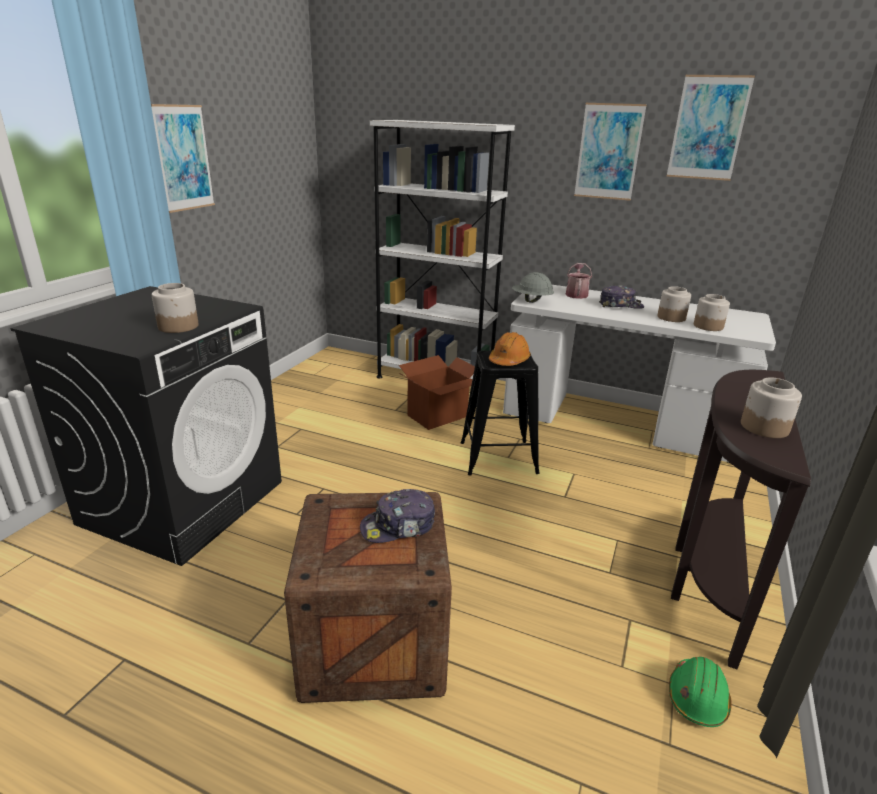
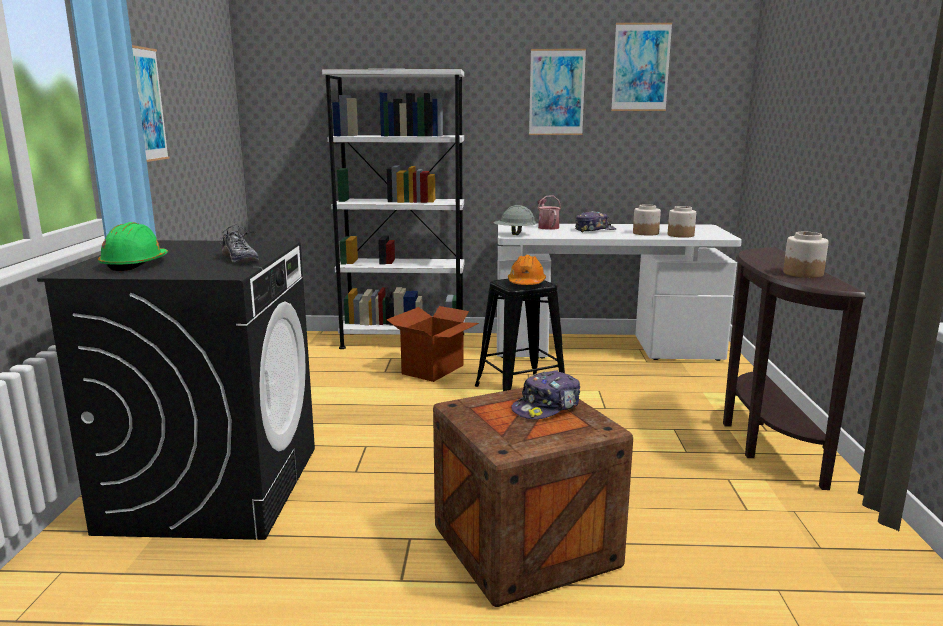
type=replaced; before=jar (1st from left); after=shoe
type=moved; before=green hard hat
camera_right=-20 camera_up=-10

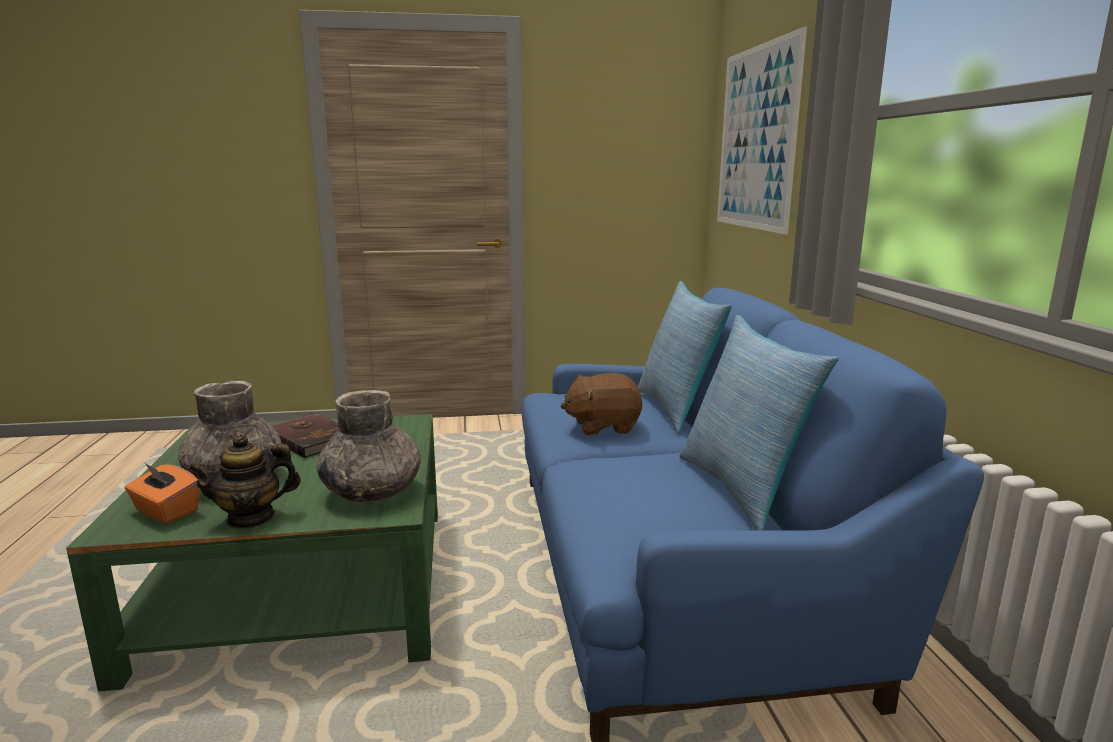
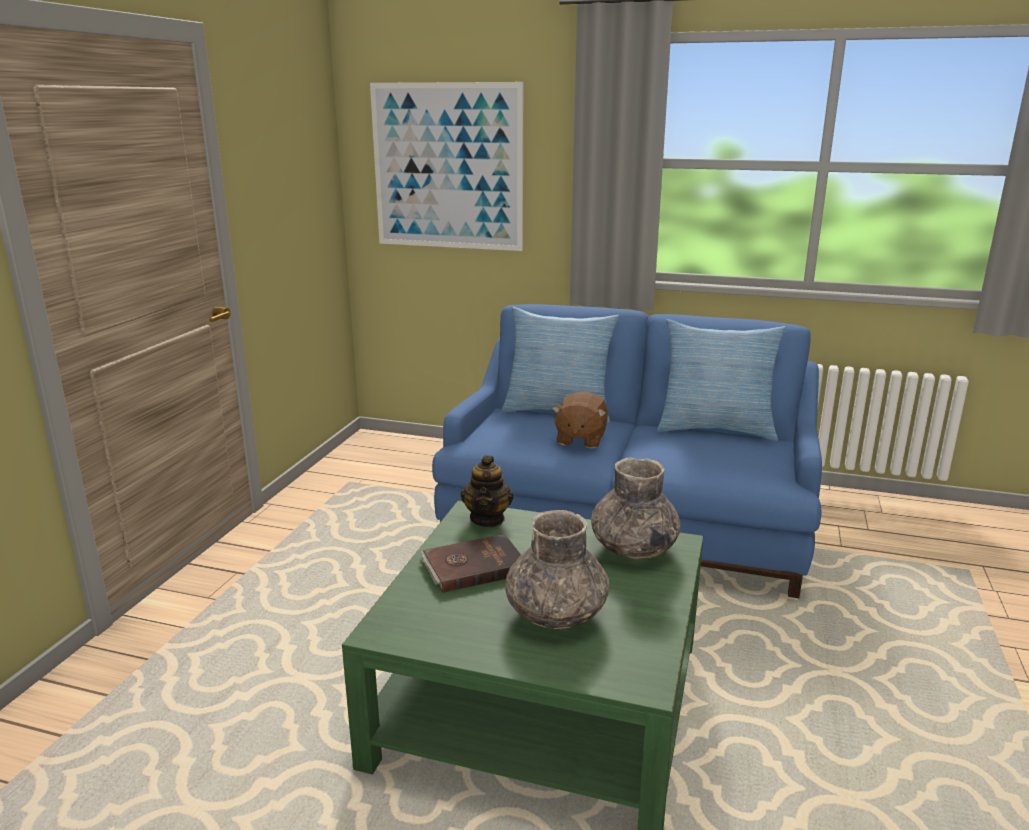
type=moved; before=teapot
type=removed; before=orange tissue box
camera_right=-65 camera_up=5

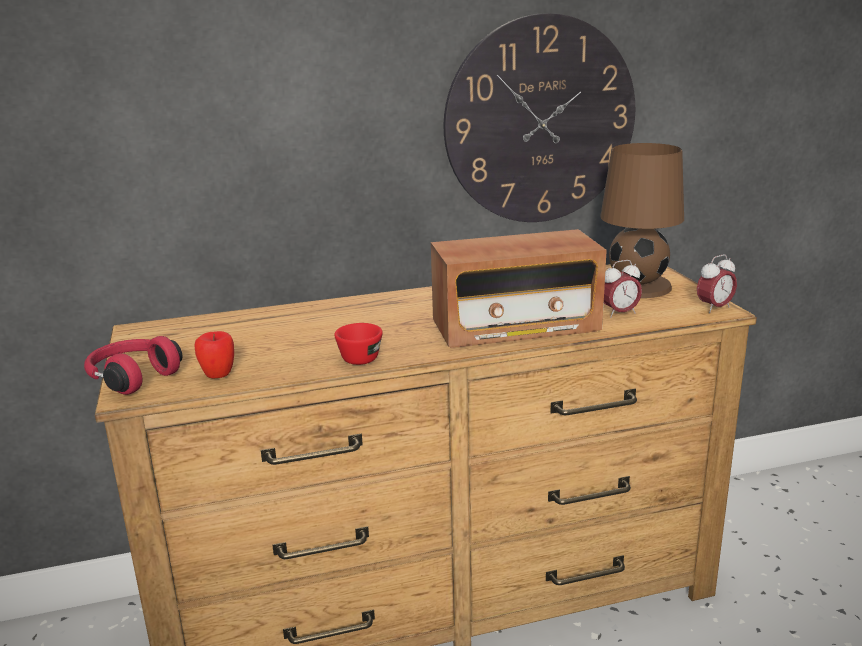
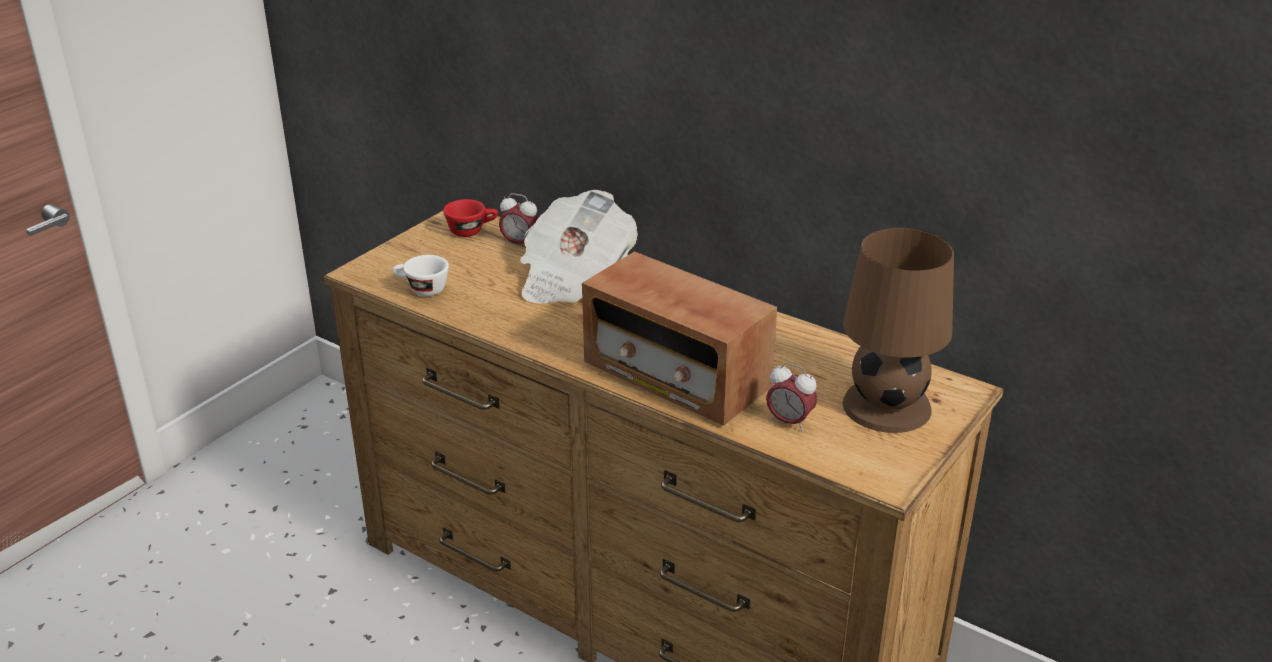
type=removed; before=wall clock
type=moved; before=alarm clock (2nd from left in the first image); after=alarm clock (1st from left)
type=moved; before=red cup
type=replaced; before=apple; after=white cup
type=removed; before=red headphones
type=added; after=newspaper
camera_right=50 camera_up=10

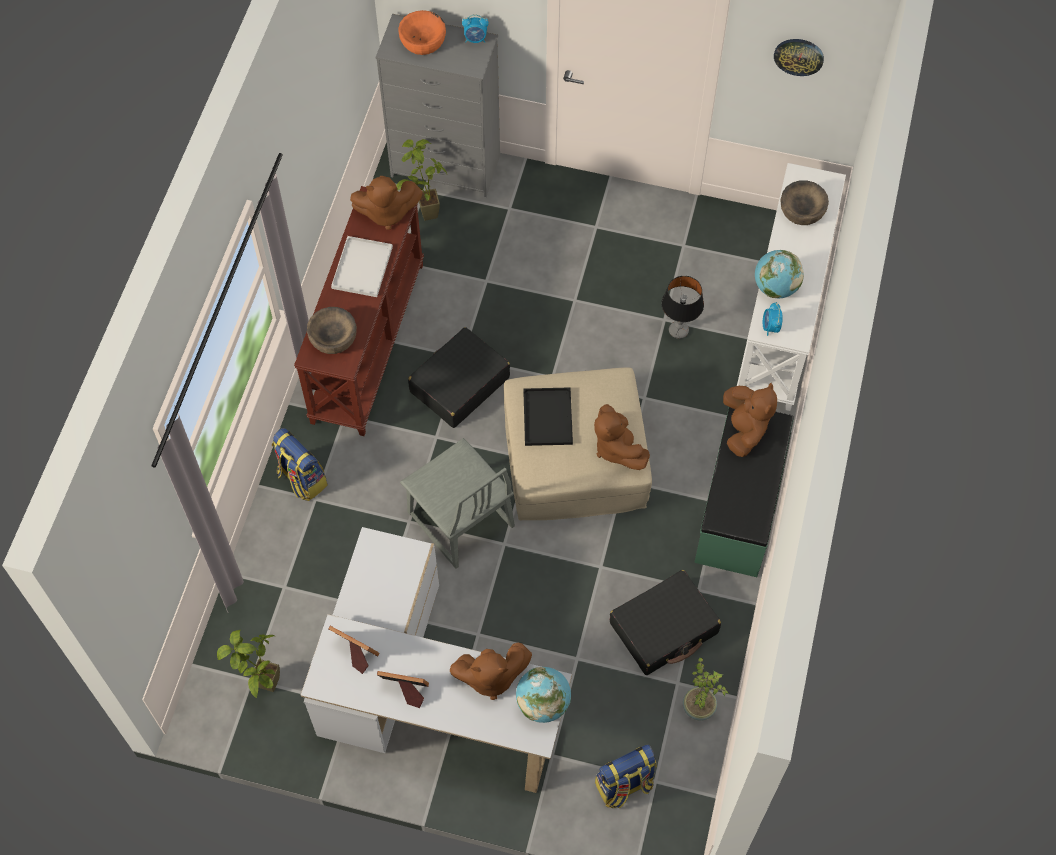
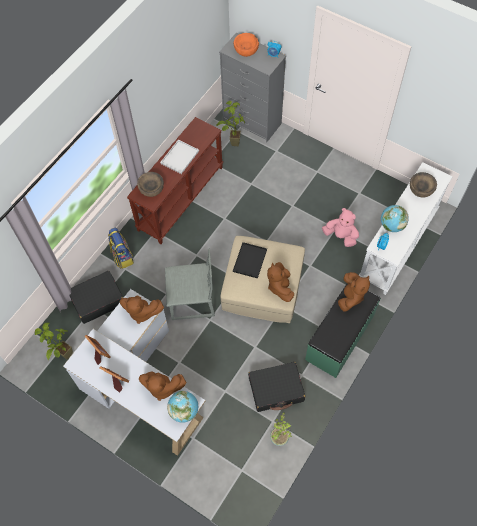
type=removed; before=wall clock
type=moved; before=brown plush toy (1st from left)
type=replaced; before=table lamp; after=pink plush toy
type=moved; before=black suitcase (1st from left)
type=turned; before=grey chair; turn=-75
type=removed; before=backpack (2nd from left)
camera_right=20 camera_up=0

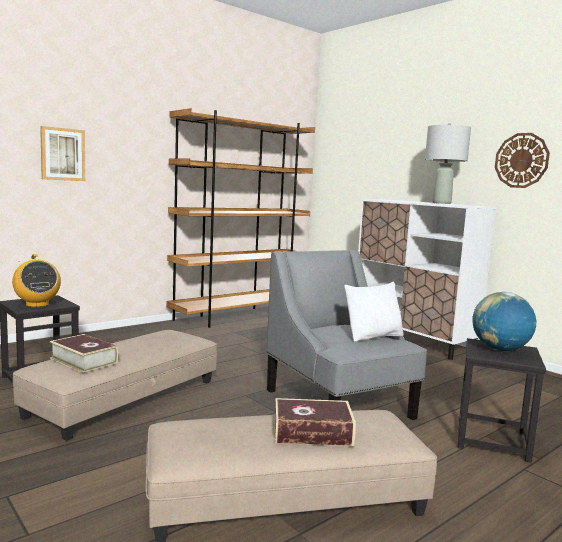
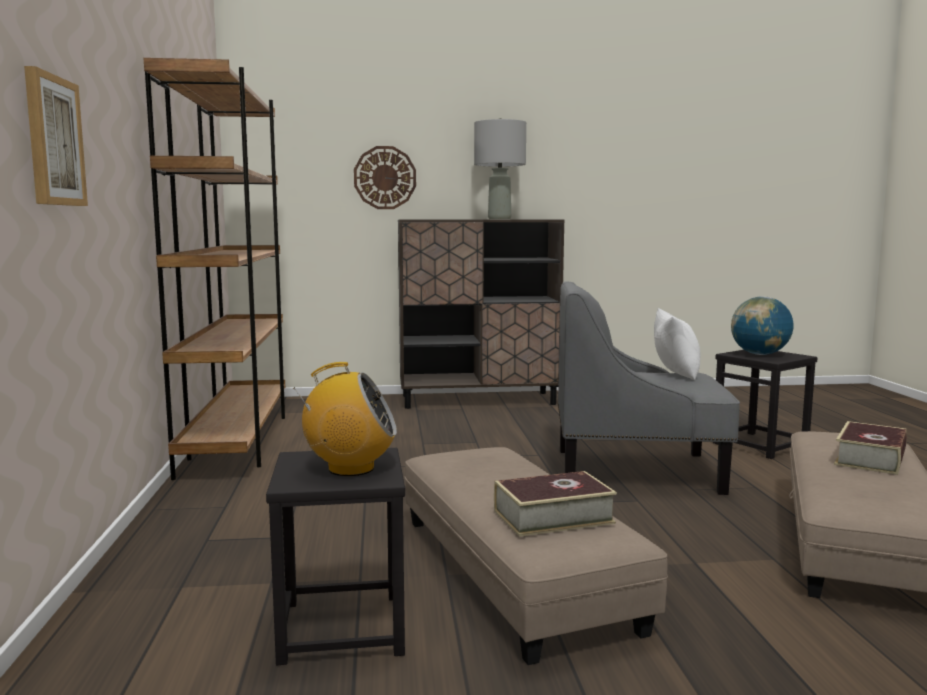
type=moved; before=wall clock
type=recoloured; before=white cabinet; after=brown cabinet
camera_right=-55 camera_up=0

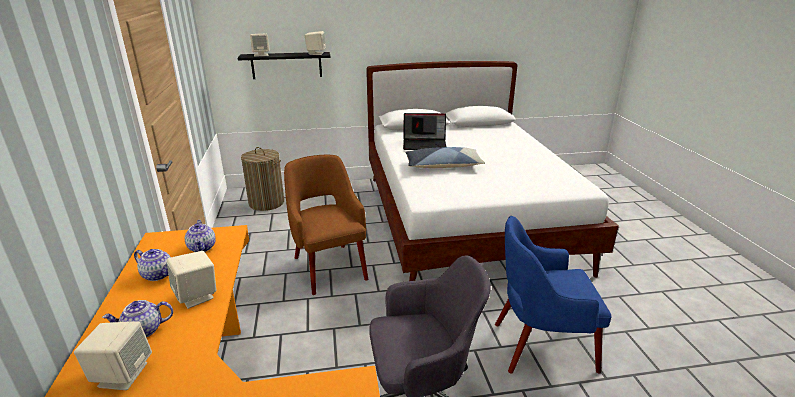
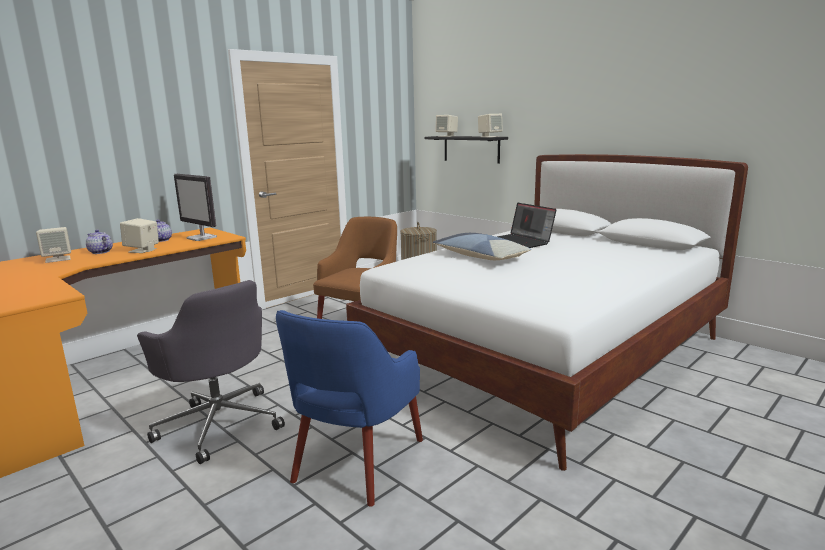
type=turned; before=blue armchair; turn=-120
type=replaced; before=teapot (3rd from left); after=monitor
camera_right=55 camera_up=-10

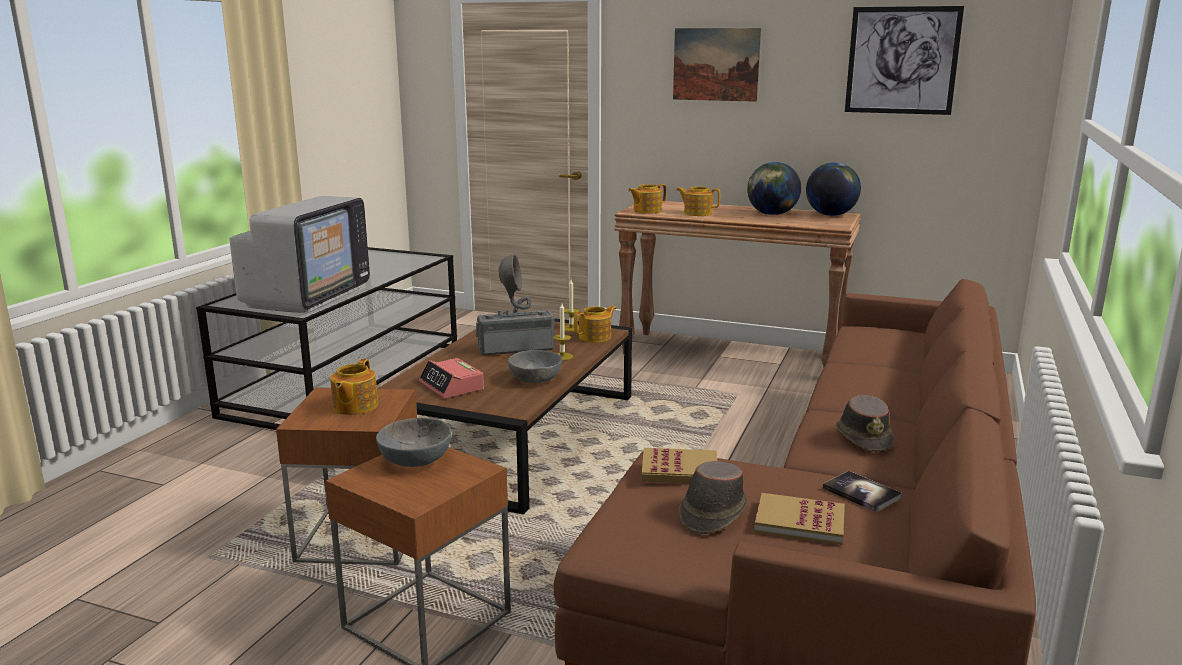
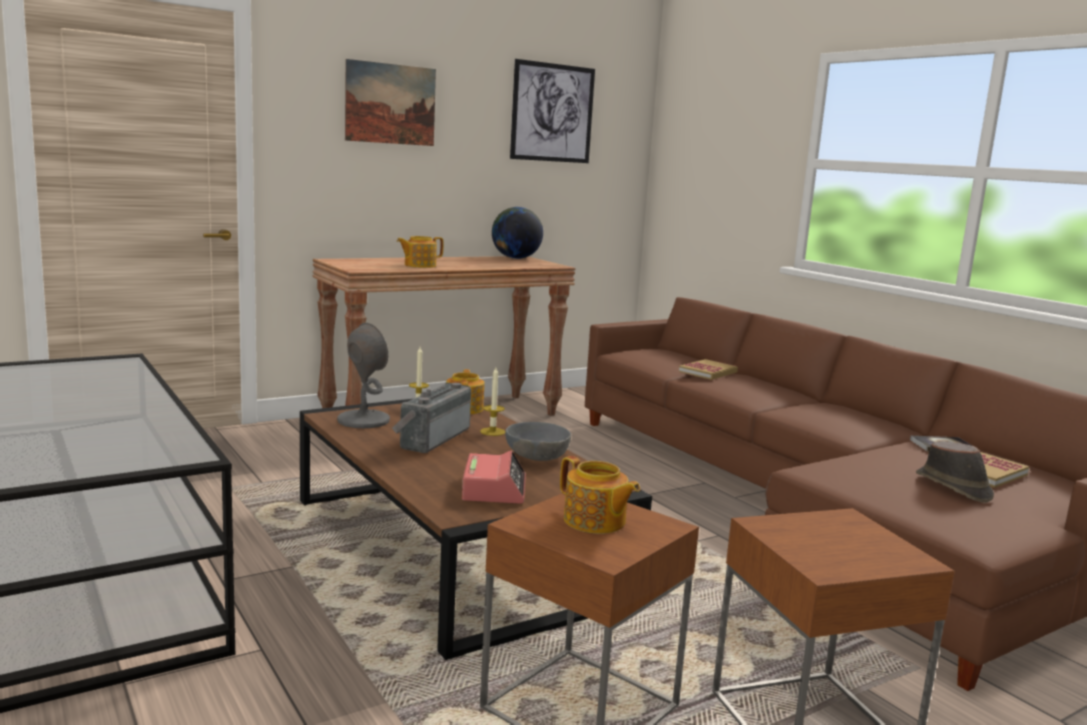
type=removed; before=globe (1st from left)
type=removed; before=teapot (3rd from left)
type=removed; before=television
type=turned; before=alarm clock; turn=-90
type=removed; before=brown hat (2nd from left)
type=removed; before=grey bowl (1st from left)
type=moved; before=book (1st from left)
camera_right=-55 camera_up=-5

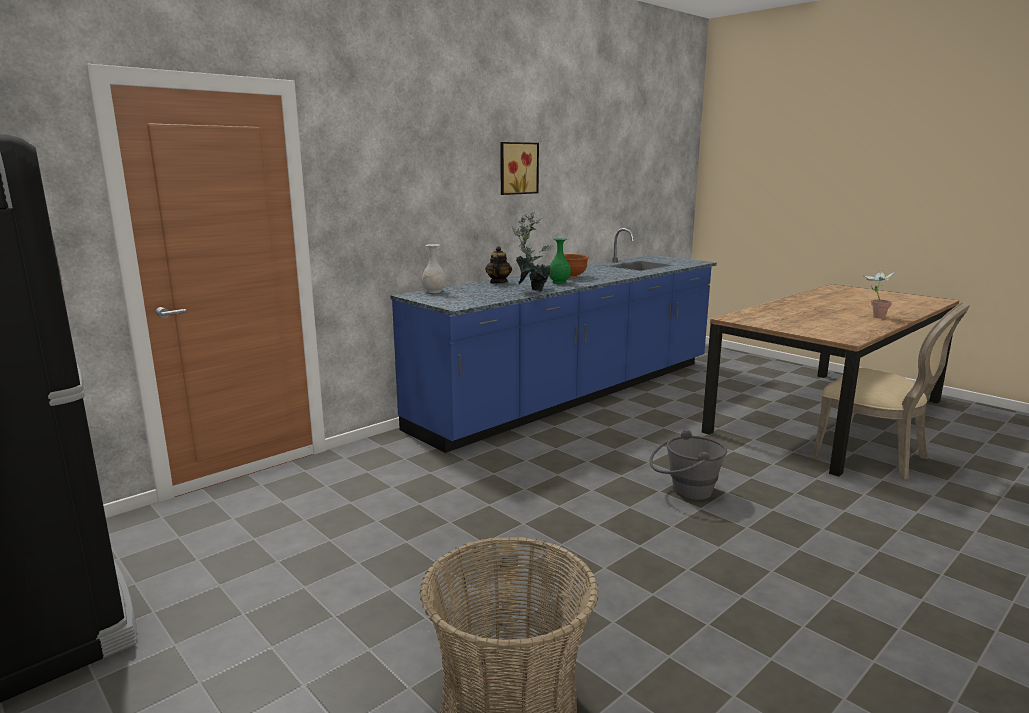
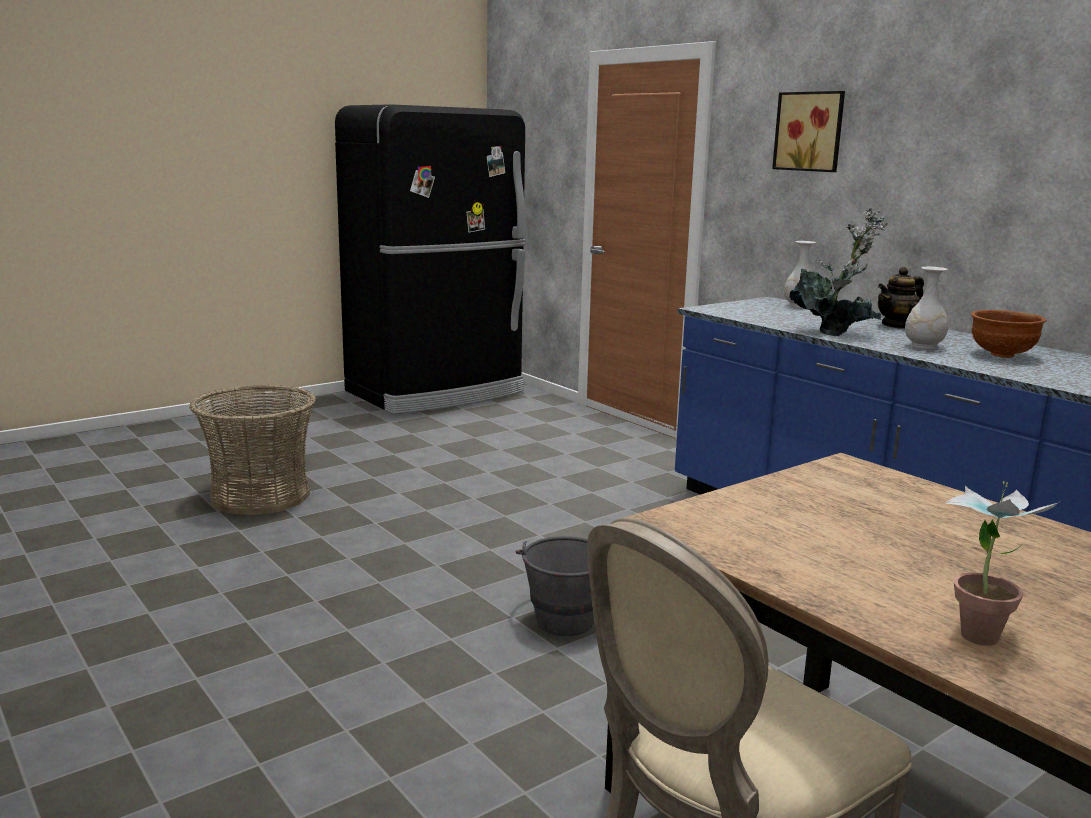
type=moved; before=picture
type=recoloured; before=green vase; after=white vase (2nd from left)
type=turned; before=teapot; turn=135
camera_right=95 camera_up=0

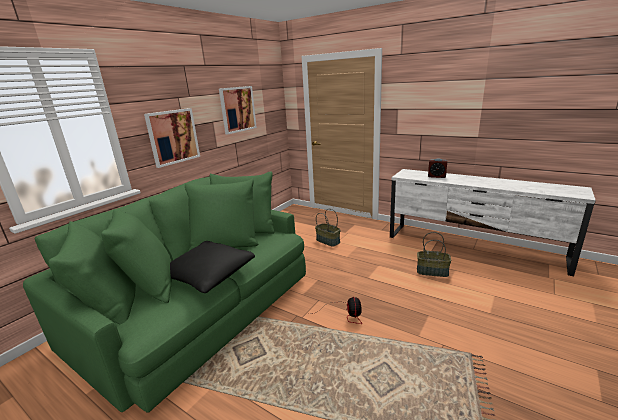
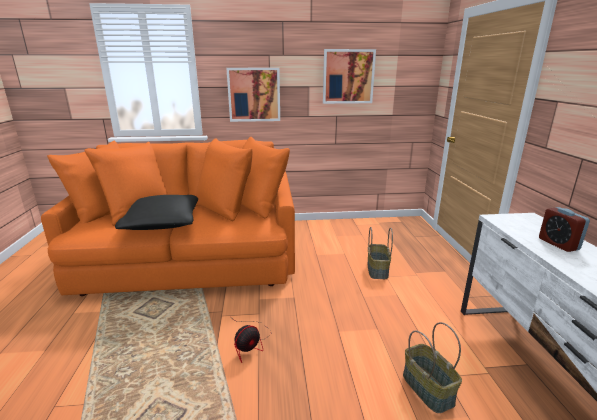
type=recoloured; before=green sofa; after=orange sofa
camera_right=50 camera_up=0

